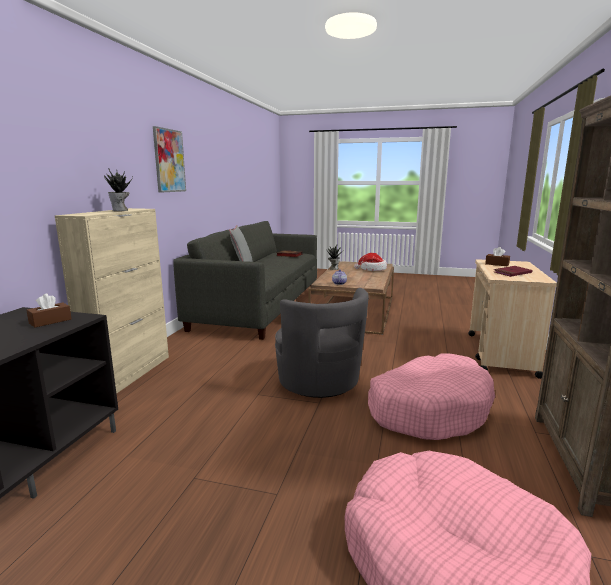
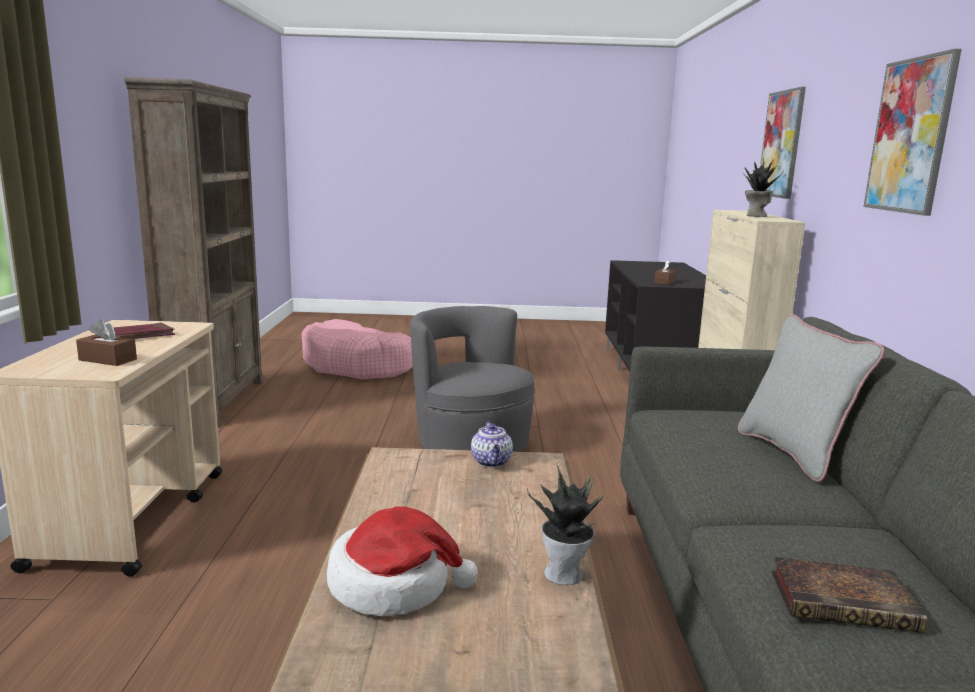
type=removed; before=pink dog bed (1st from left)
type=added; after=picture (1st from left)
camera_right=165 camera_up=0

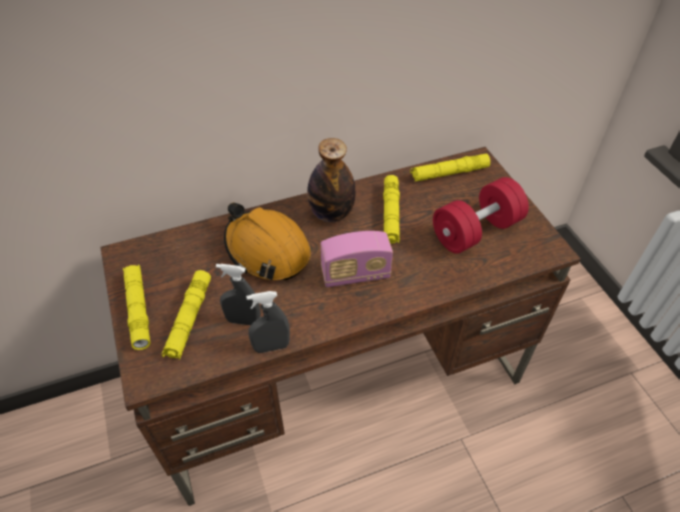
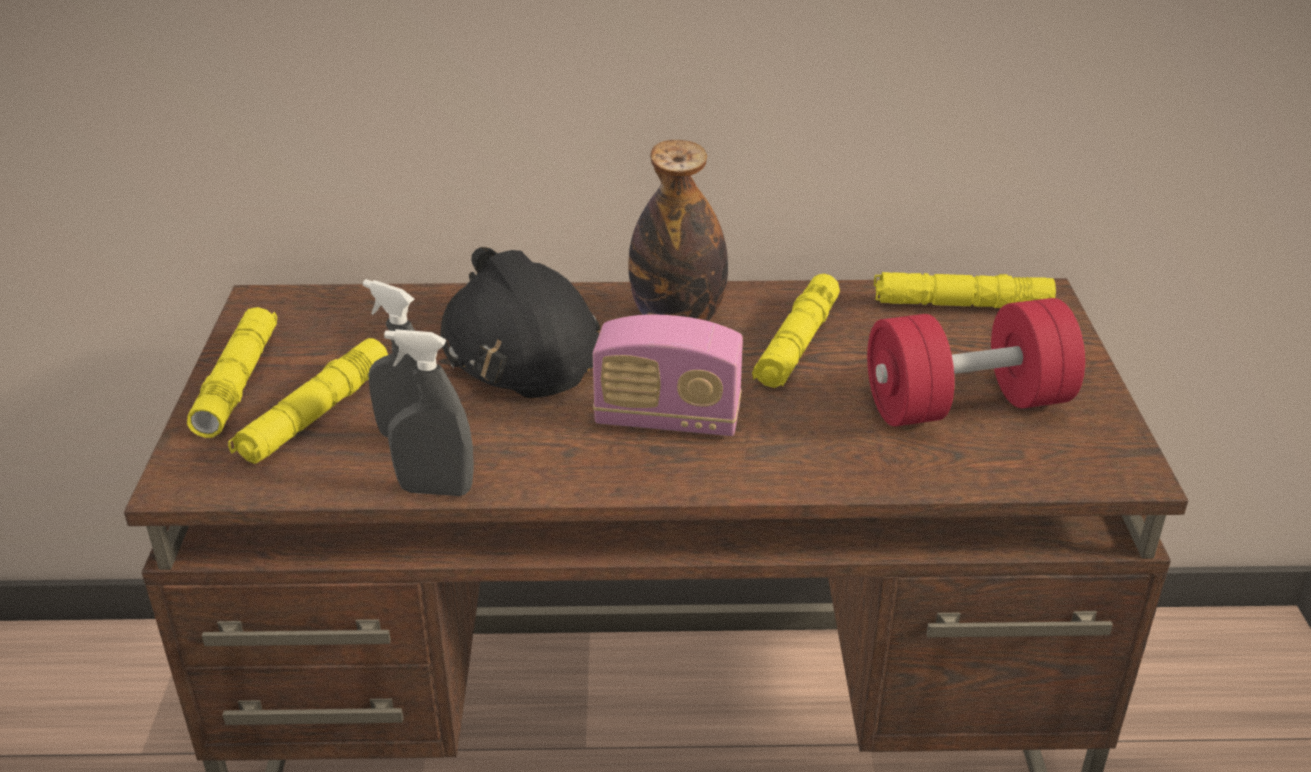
type=recoloured; before=orange hard hat; after=black hard hat
camera_right=20 camera_up=-15

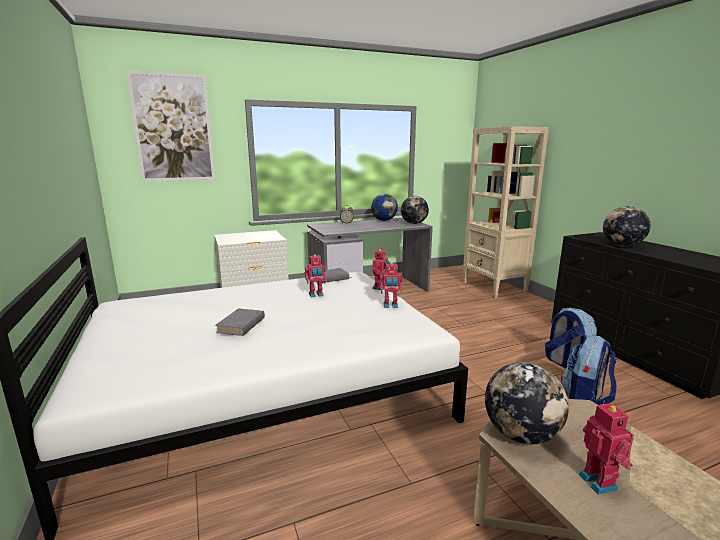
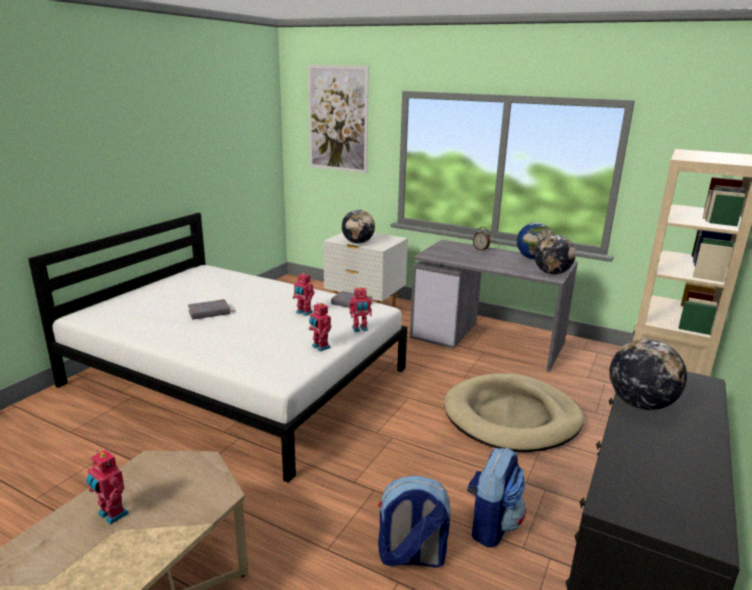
type=moved; before=globe (3rd from left in the first image); after=globe (1st from left)
type=turned; before=toy robot (4th from left in the first image); turn=90
type=added; after=beige dog bed
camera_right=50 camera_up=5

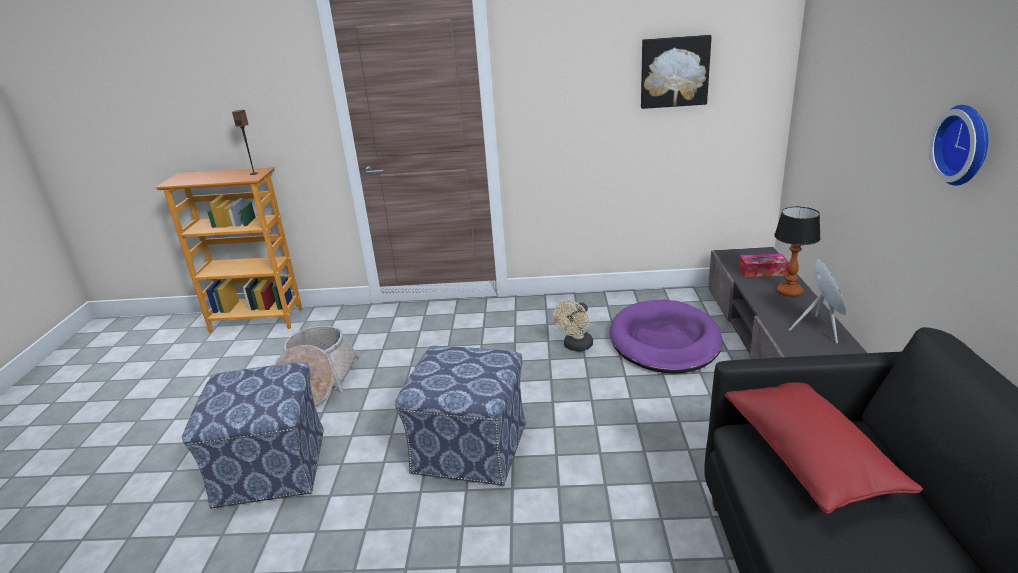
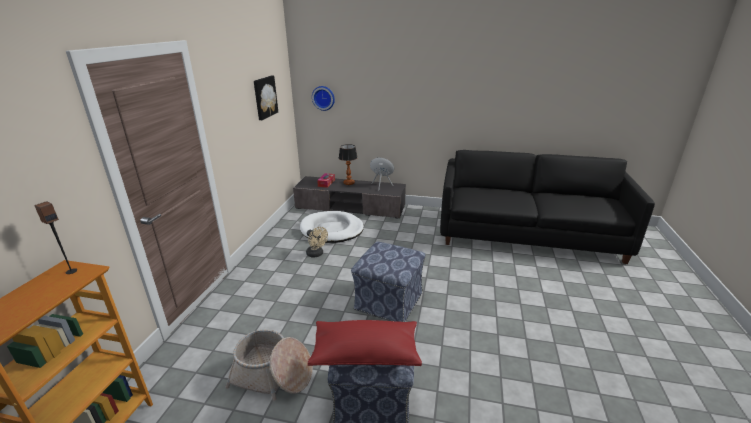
type=moved; before=wall clock
type=recoloured; before=purple dog bed; after=white dog bed
type=moved; before=red pillow
camera_right=-80 camera_up=0

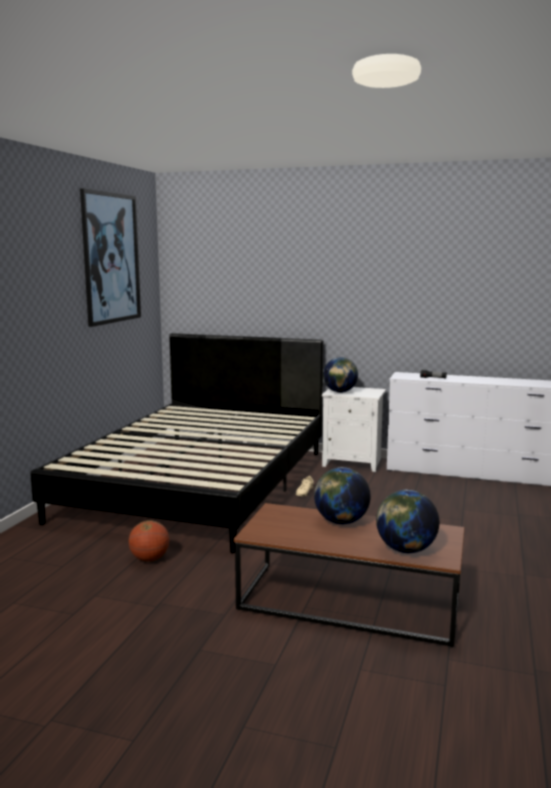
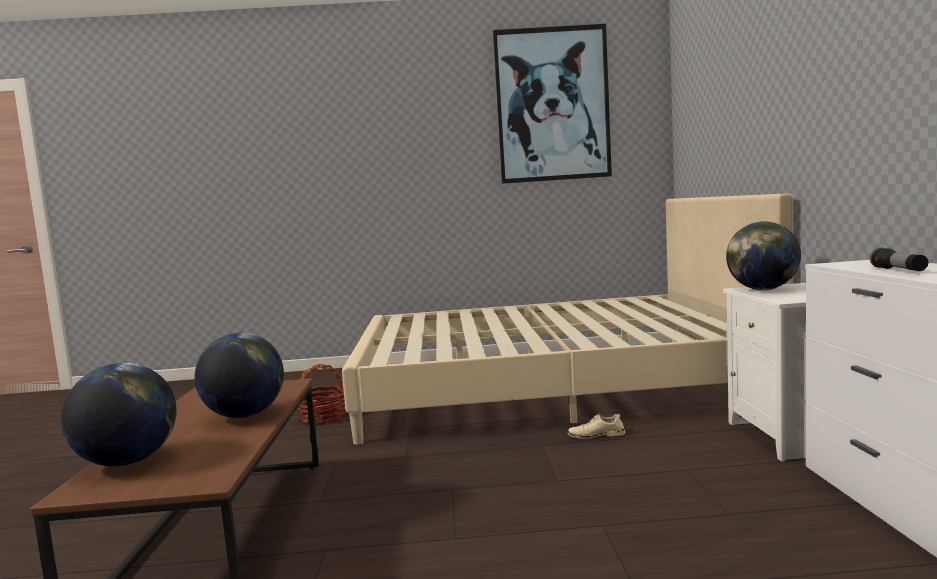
type=recoloured; before=black bed; after=beige bed
type=replaced; before=basketball; after=basket
camera_right=70 camera_up=-5

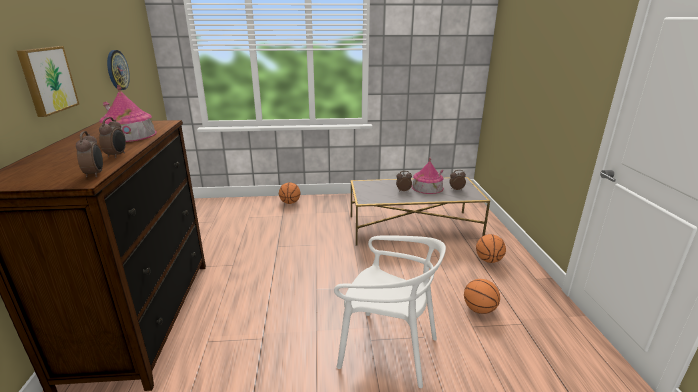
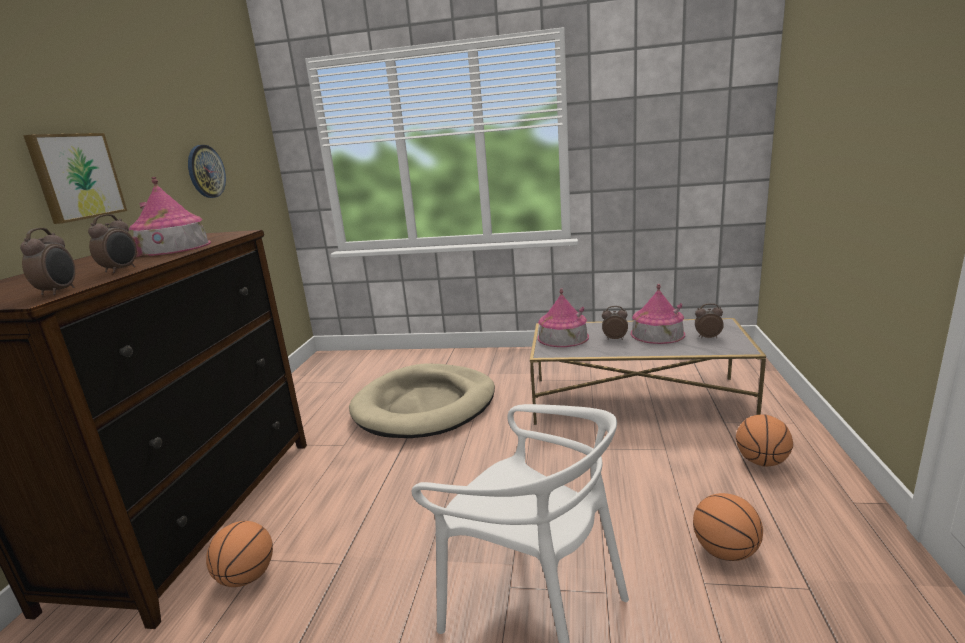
type=moved; before=basketball (1st from left)
type=added; after=toy house (2nd from left)
type=added; after=beige dog bed
camera_right=15 camera_up=-5

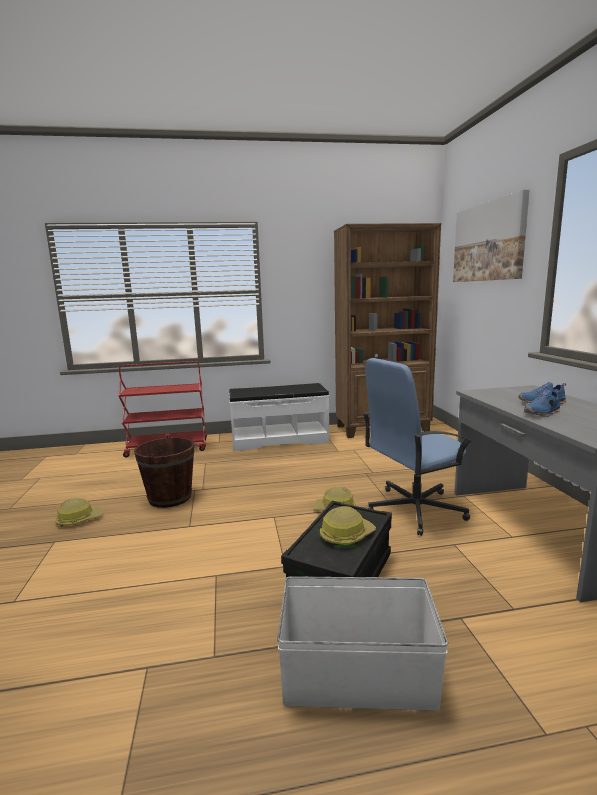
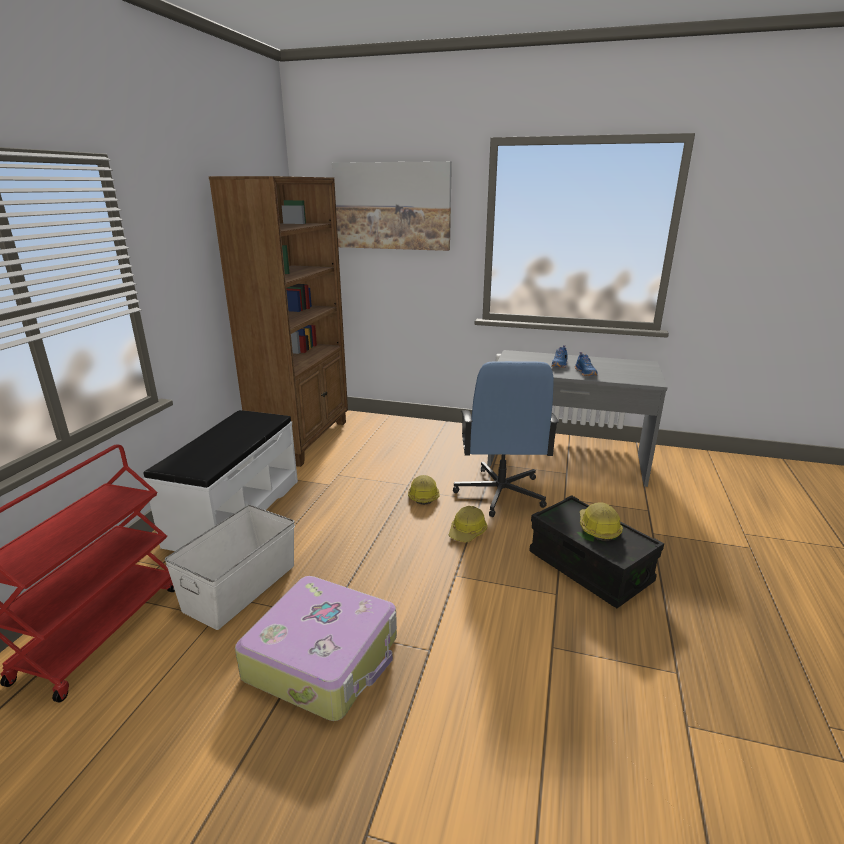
type=replaced; before=brown bucket; after=suitcase
type=moved; before=hard hat (1st from left)
type=moved; before=white storage box
camera_right=-65 camera_up=10

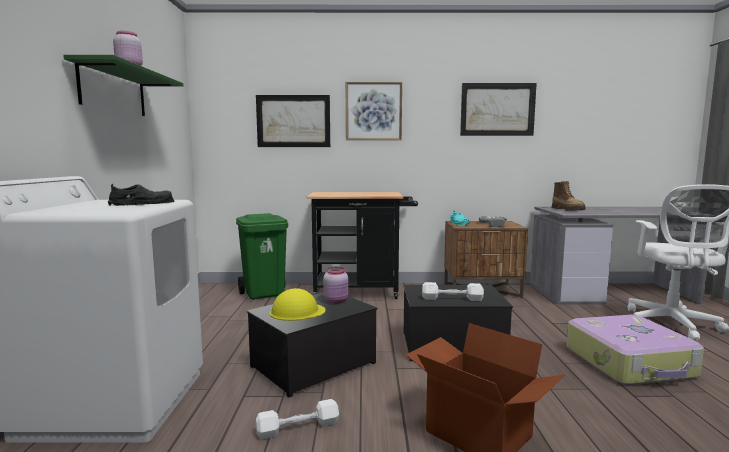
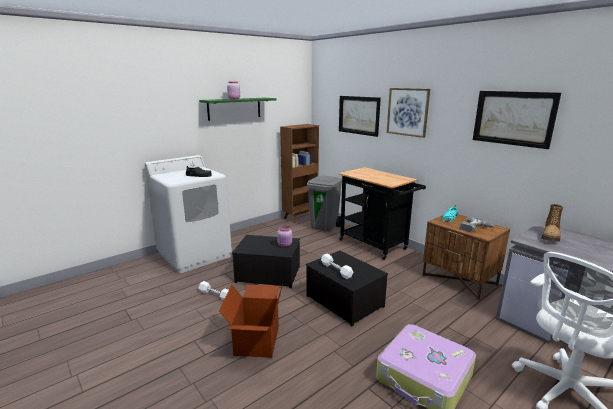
type=recoloured; before=green trash can; after=grey trash can
type=removed; before=yellow hard hat
type=added; after=brown bookcase
camera_right=50 camera_up=10

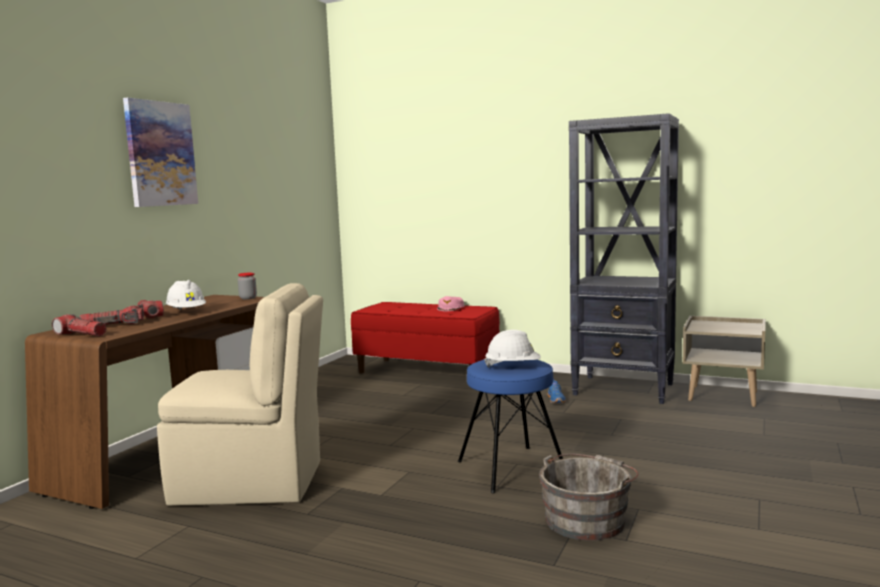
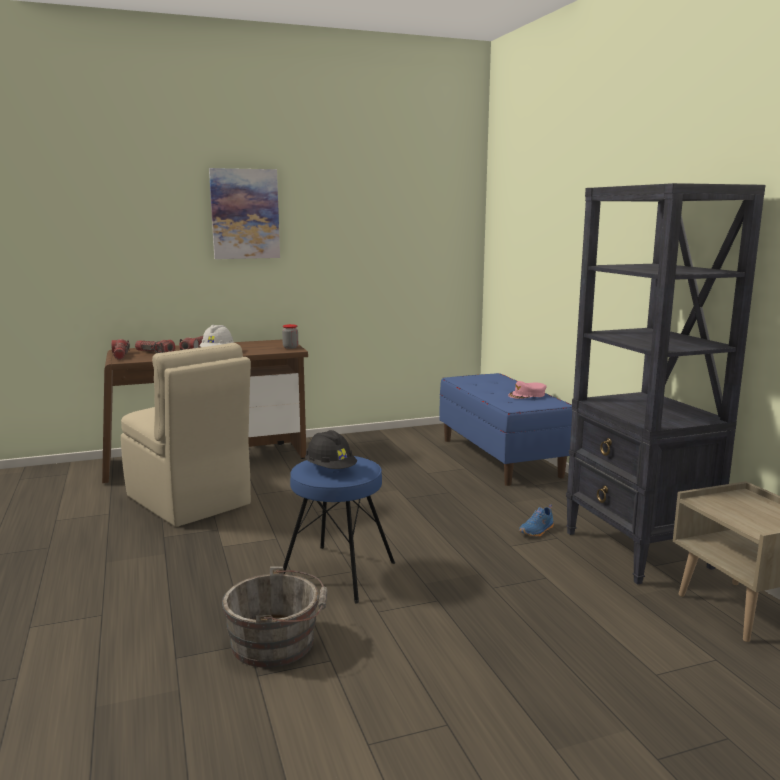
type=recoloured; before=red bench; after=blue bench
type=recoloured; before=white hard hat (2nd from left); after=black hard hat
camera_right=45 camera_up=5

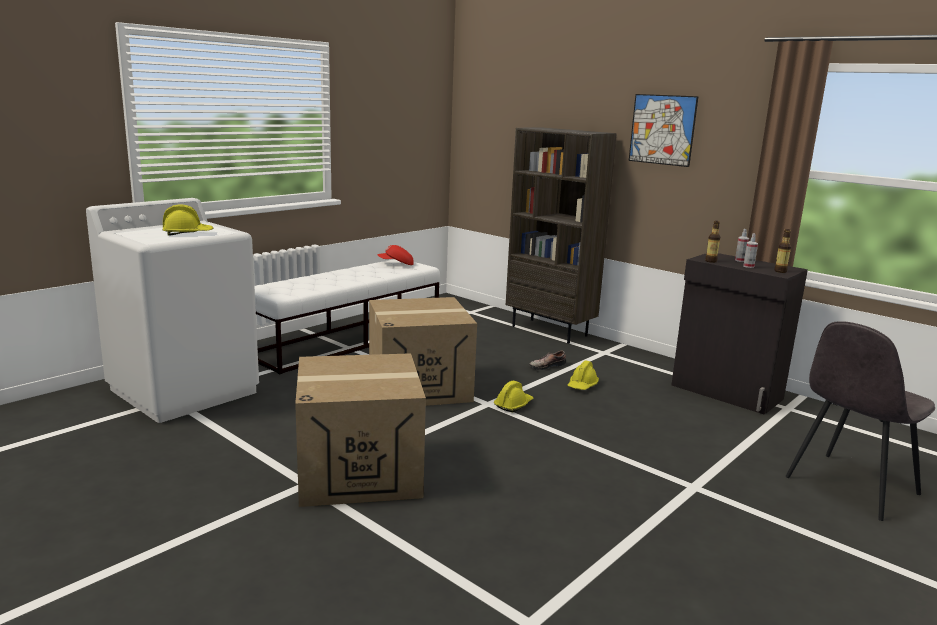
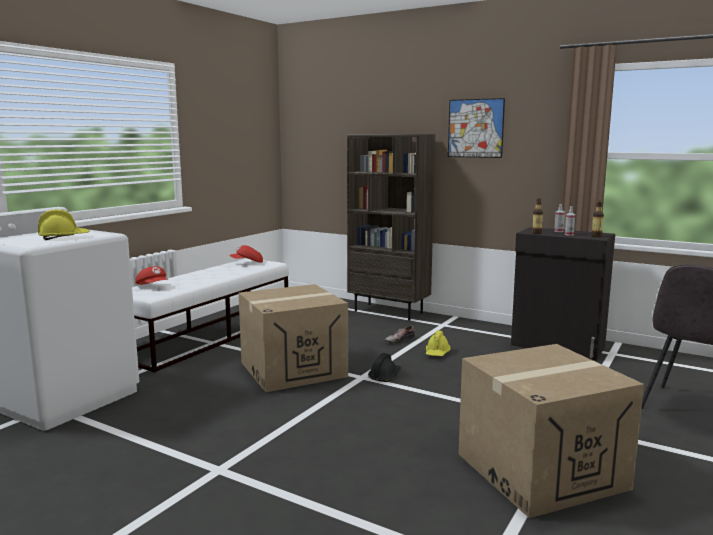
type=moved; before=cardboard box (1st from left in the first image); after=cardboard box (2nd from left)
type=recoloured; before=yellow hard hat (2nd from left); after=black hard hat
type=added; after=red cap (1st from left)
camera_right=-10 camera_up=-5

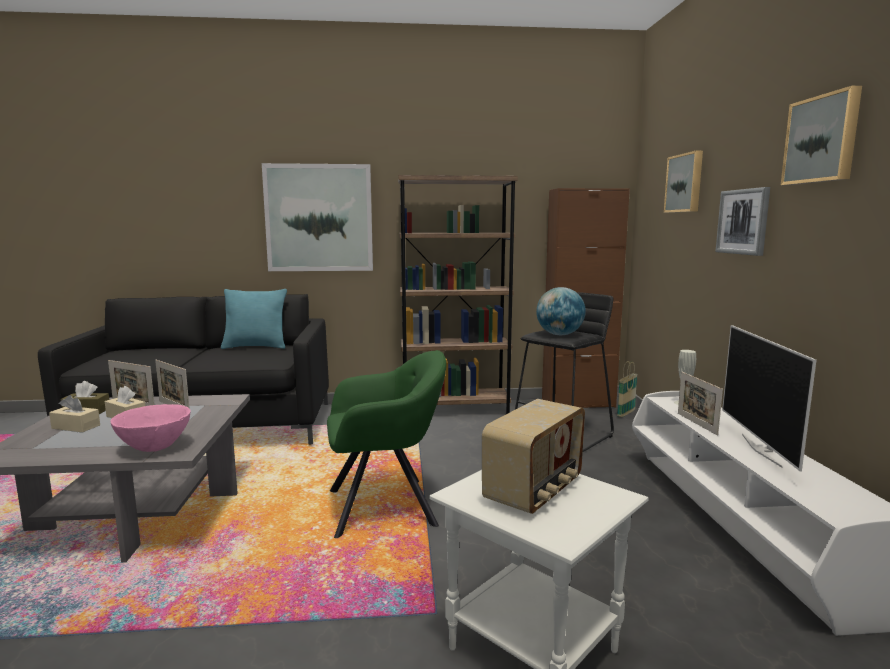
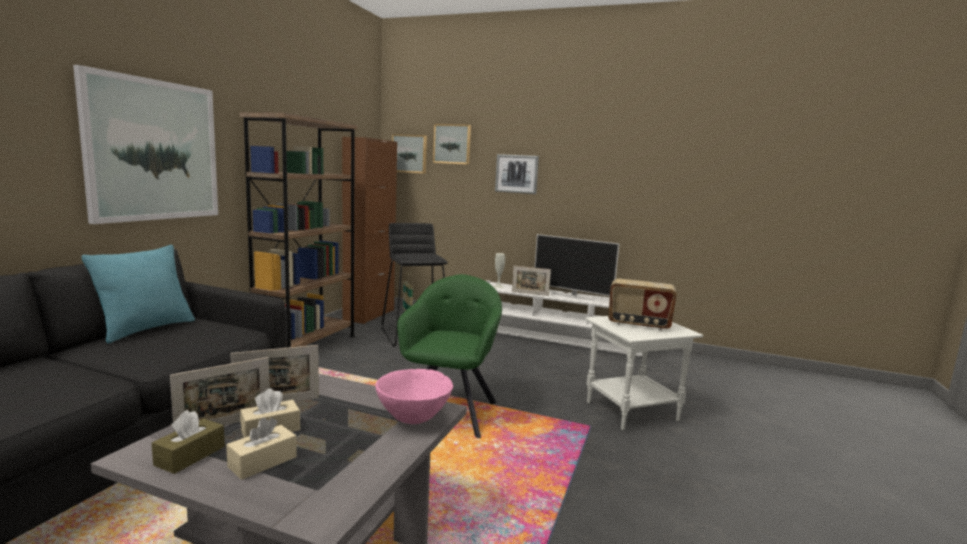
type=moved; before=picture (4th from left in the first image); after=picture (2nd from left)
type=removed; before=globe
type=turned; before=radio; turn=135
camera_right=-65 camera_up=0

